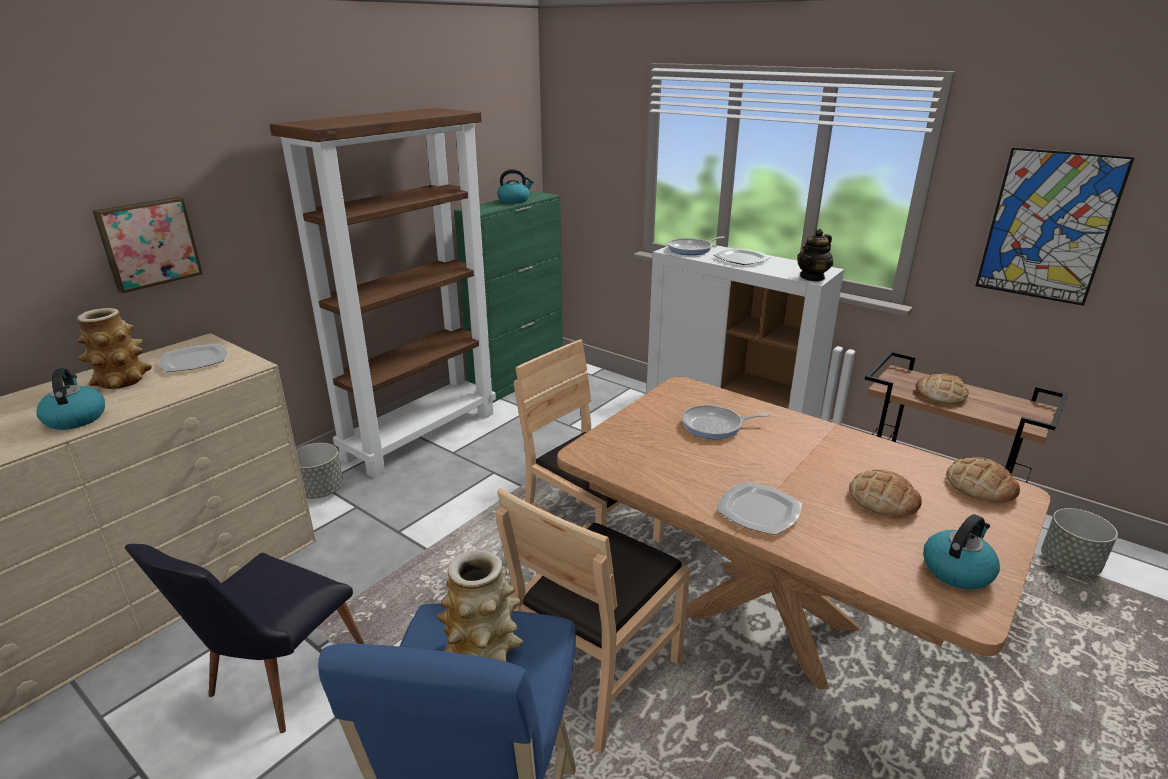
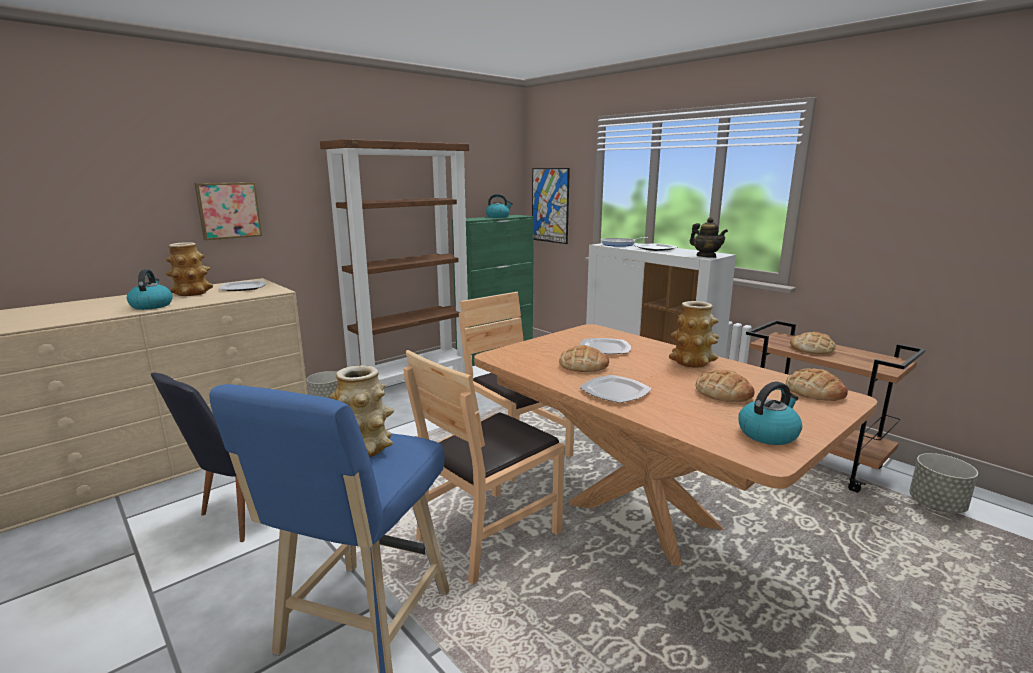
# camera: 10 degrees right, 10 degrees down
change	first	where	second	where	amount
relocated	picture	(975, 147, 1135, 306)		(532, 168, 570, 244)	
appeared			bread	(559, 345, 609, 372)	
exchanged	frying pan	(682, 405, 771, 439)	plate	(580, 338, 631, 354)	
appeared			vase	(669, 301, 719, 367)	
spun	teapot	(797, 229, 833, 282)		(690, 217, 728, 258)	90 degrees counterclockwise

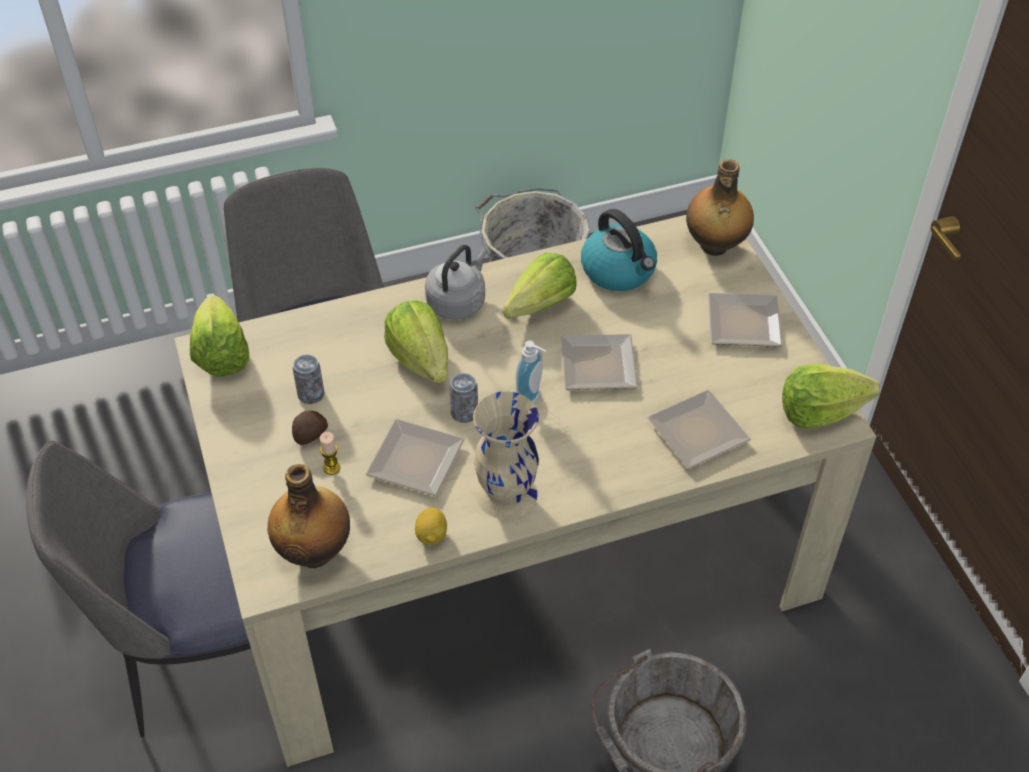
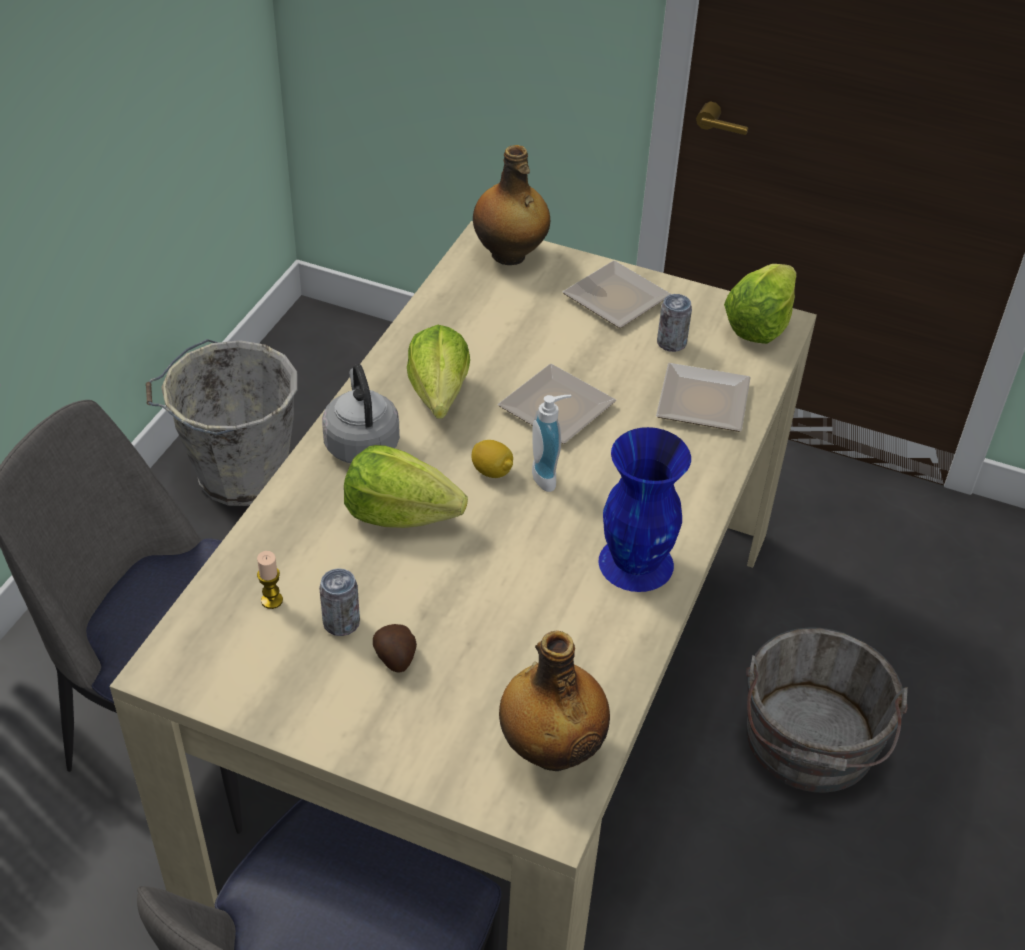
# camera: 50 degrees left, 5 degrees down
change	first	where	second	where	amount
relocated	candle	(320, 432, 340, 475)		(257, 551, 283, 609)	
relocated	lemon	(415, 507, 447, 545)		(471, 440, 513, 478)	
colour	beige vase	(473, 391, 539, 520)	blue vase	(599, 427, 691, 592)	
relocated	can	(449, 373, 478, 423)		(657, 294, 692, 352)	
missing	lettuce	(190, 295, 250, 376)			
missing	plate	(366, 419, 465, 496)			
missing	kettle	(581, 209, 657, 291)			

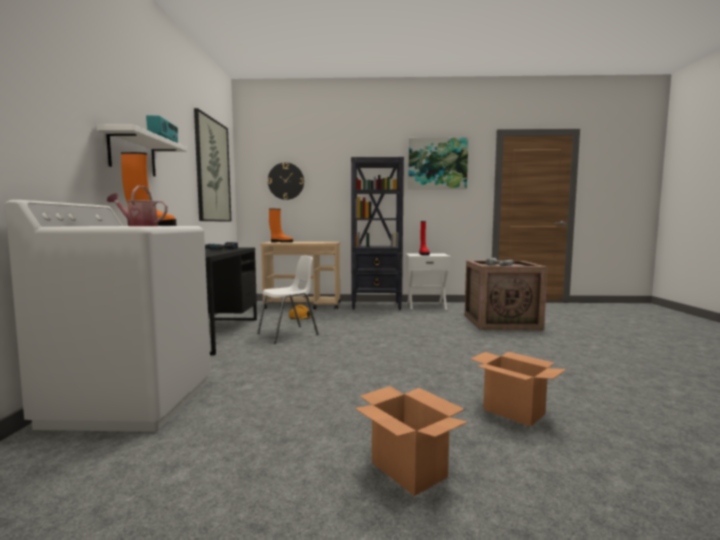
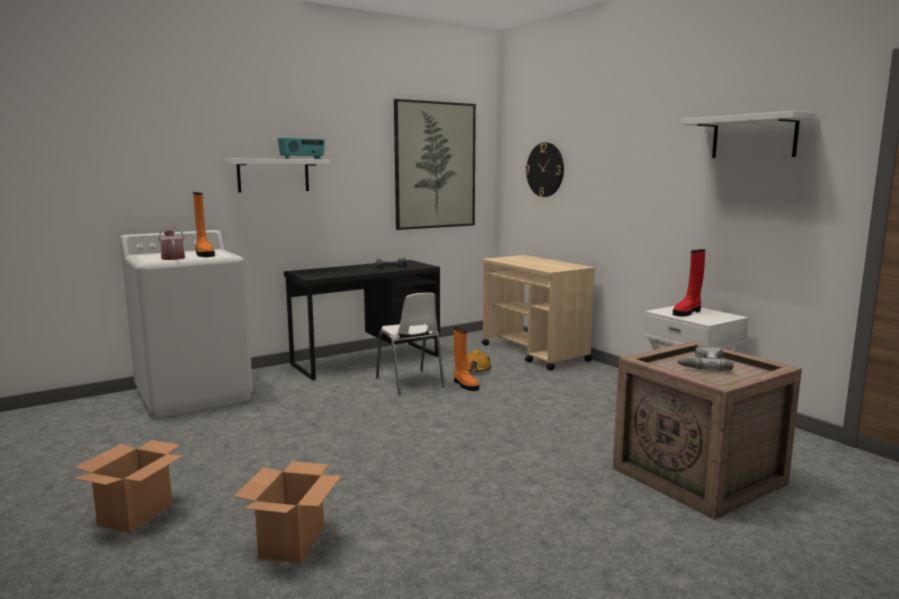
# camera: 55 degrees right, 5 degrees up
change	first	where	second	where	amount
spun	white chair	(257, 256, 319, 344)		(376, 293, 445, 395)	45 degrees clockwise
relocated	orange boot	(269, 209, 293, 243)		(454, 327, 479, 391)	
exchanged	picture	(408, 138, 468, 189)	white shelf	(681, 111, 816, 158)	
missing	black bookcase	(351, 157, 404, 310)			

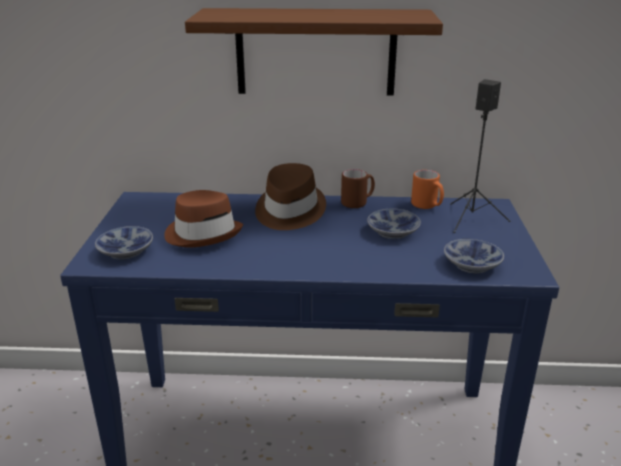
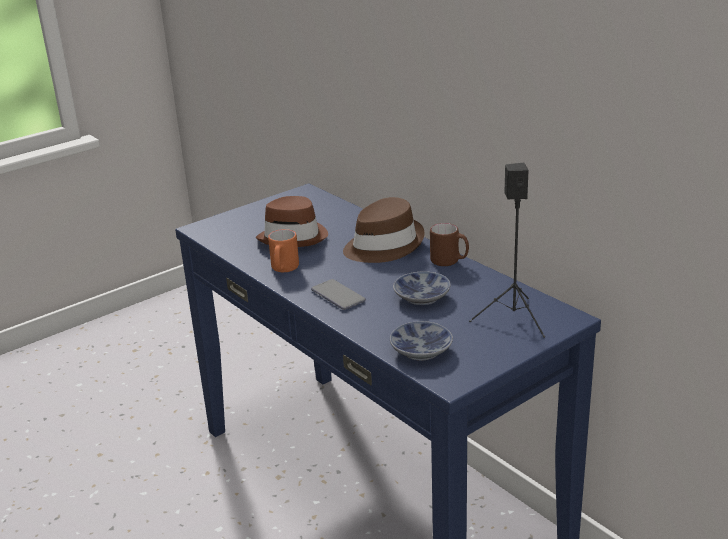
# camera: 50 degrees right, 0 degrees up
change	first	where	second	where	amount
relocated	orange mug	(411, 170, 444, 209)		(268, 229, 299, 272)	
appeared			phone	(311, 279, 366, 310)	
missing	bowl	(95, 226, 153, 260)			
missing	brown shelf	(185, 8, 443, 96)			

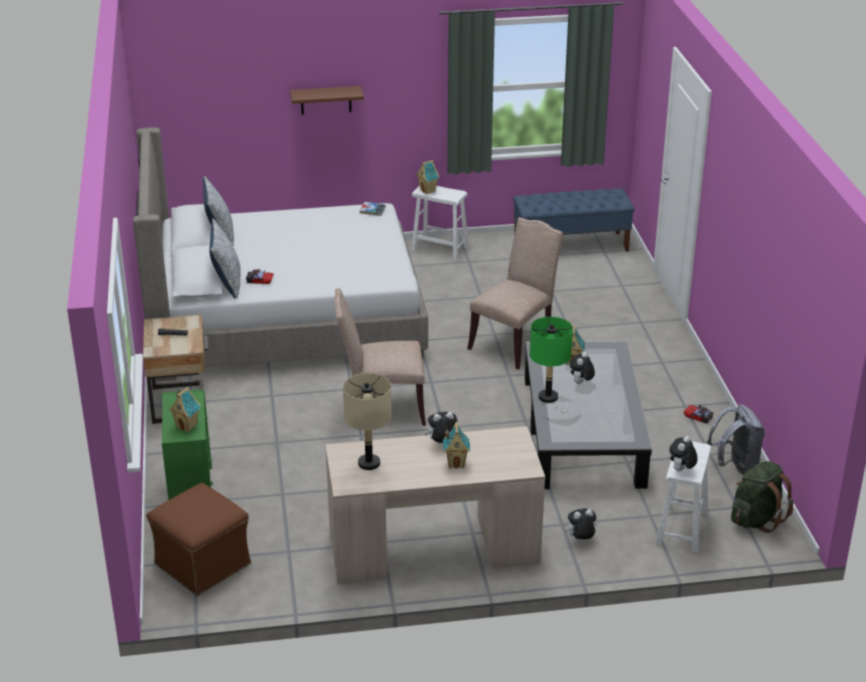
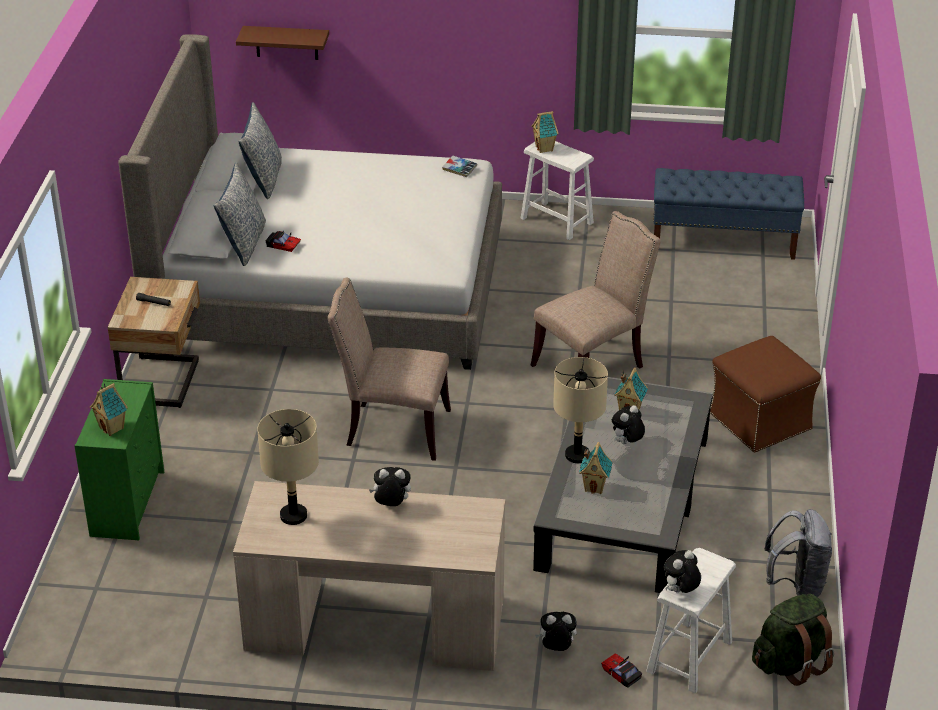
# camera: 15 degrees right, 5 degrees up
change	first	where	second	where	amount
relocated	brown shelf	(290, 86, 364, 115)		(236, 26, 329, 60)	
colour	green table lamp	(530, 317, 573, 403)	beige table lamp	(553, 357, 608, 463)	
relocated	toy house	(443, 422, 470, 469)		(579, 442, 612, 494)	
relocated	toy car	(684, 405, 714, 423)		(601, 653, 643, 688)	
relocated	brown ottoman	(146, 483, 251, 596)		(710, 336, 821, 453)	

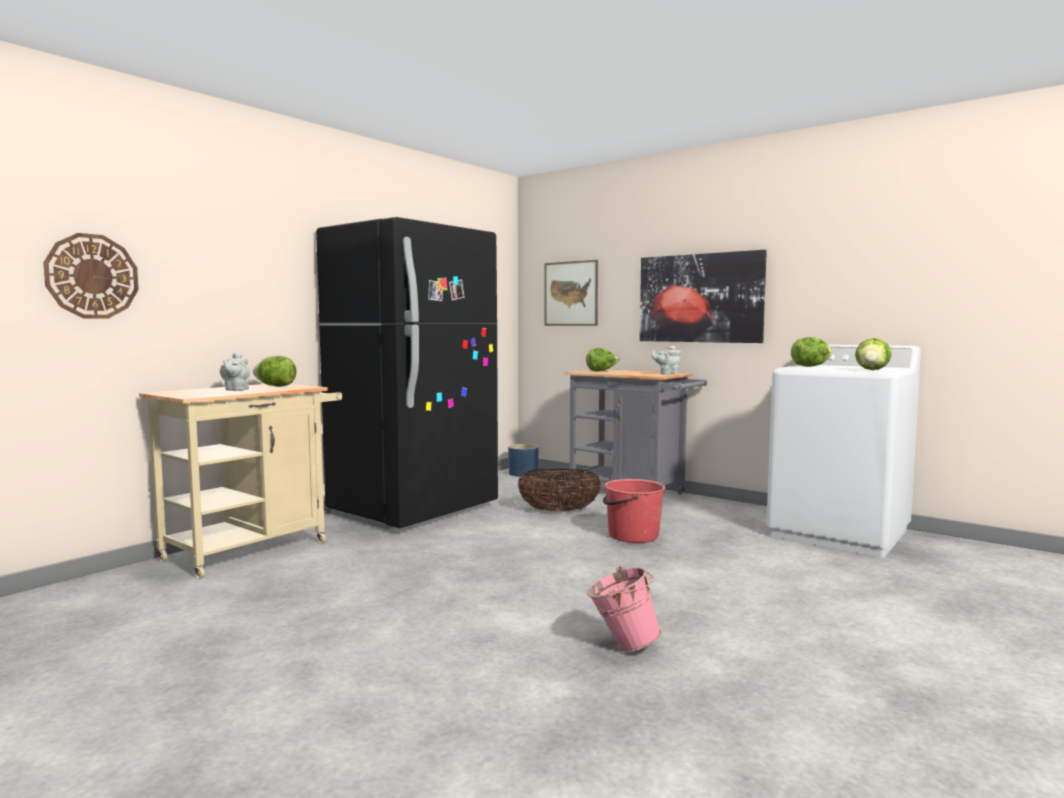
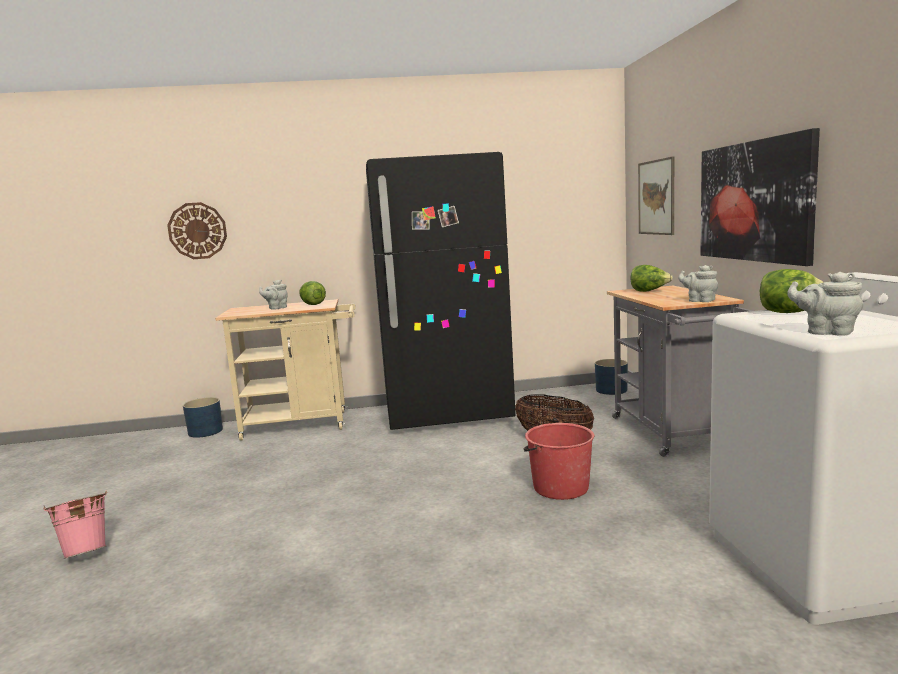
# camera: 45 degrees right, 5 degrees up
change	first	where	second	where	amount
relocated	pink bucket	(587, 566, 661, 652)		(43, 491, 107, 559)	
appeared			blue planter	(183, 397, 223, 438)	
exchanged	lettuce	(855, 338, 891, 370)	grey teapot	(787, 272, 863, 336)	

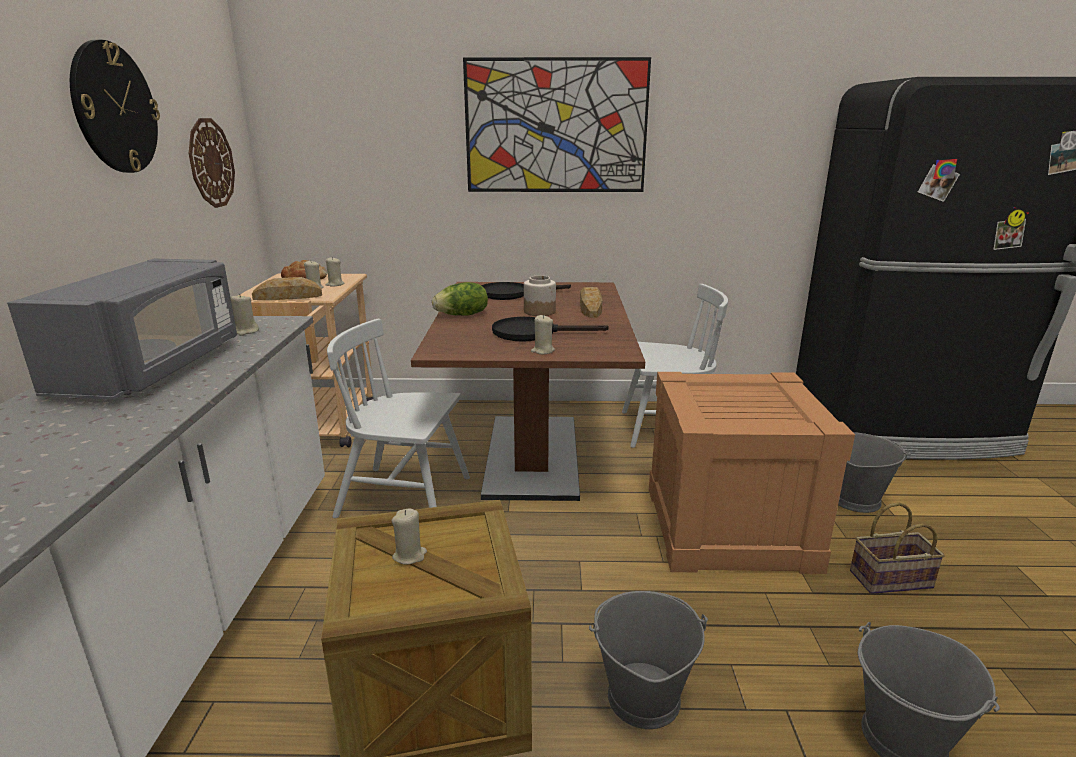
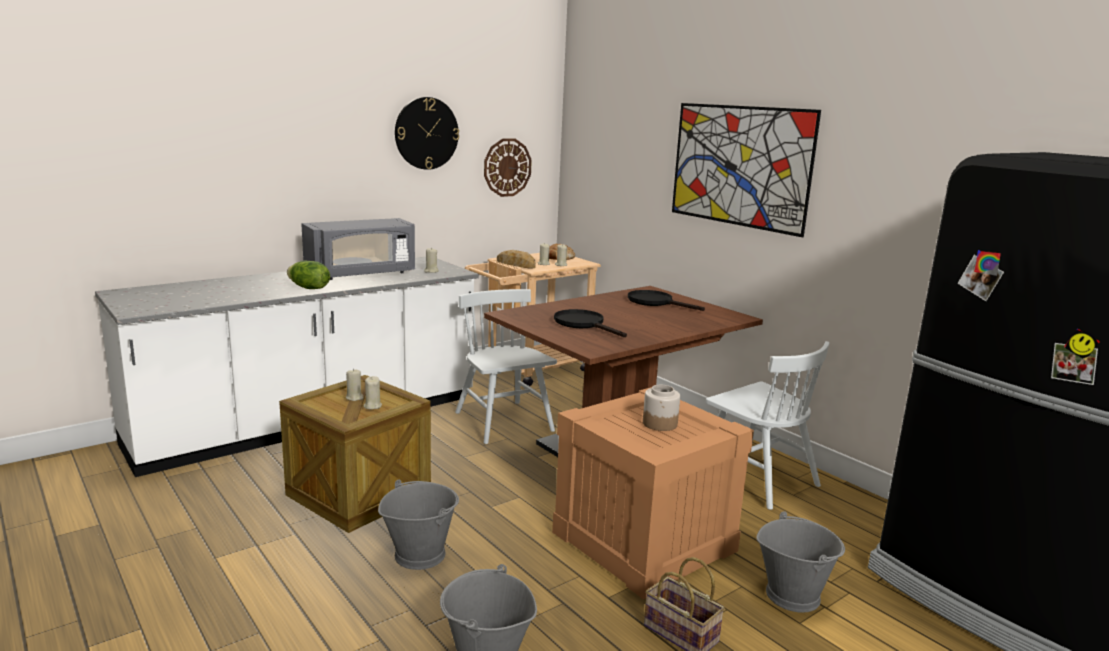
# camera: 50 degrees right, 5 degrees down
change	first	where	second	where	amount
relocated	lettuce	(432, 282, 488, 316)		(287, 261, 330, 289)	
relocated	beige candle	(531, 315, 555, 354)		(363, 376, 382, 410)	
relocated	jar	(524, 276, 556, 316)		(643, 385, 680, 431)	
missing	bread	(580, 287, 602, 318)			

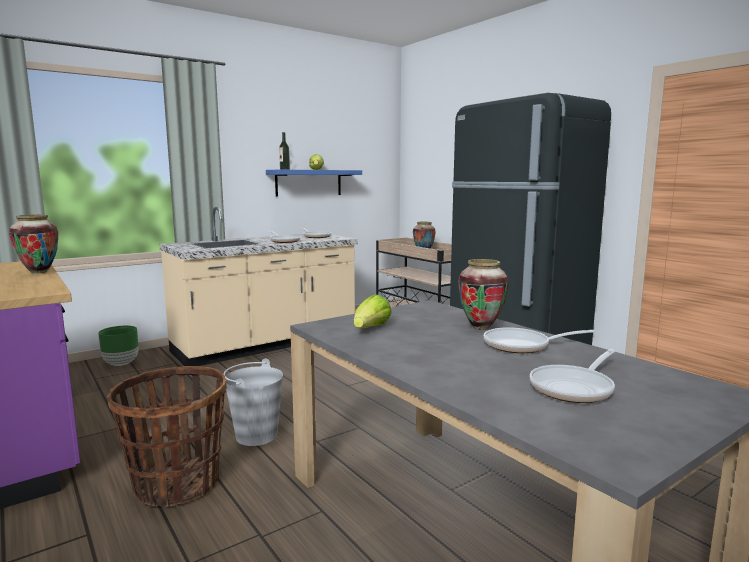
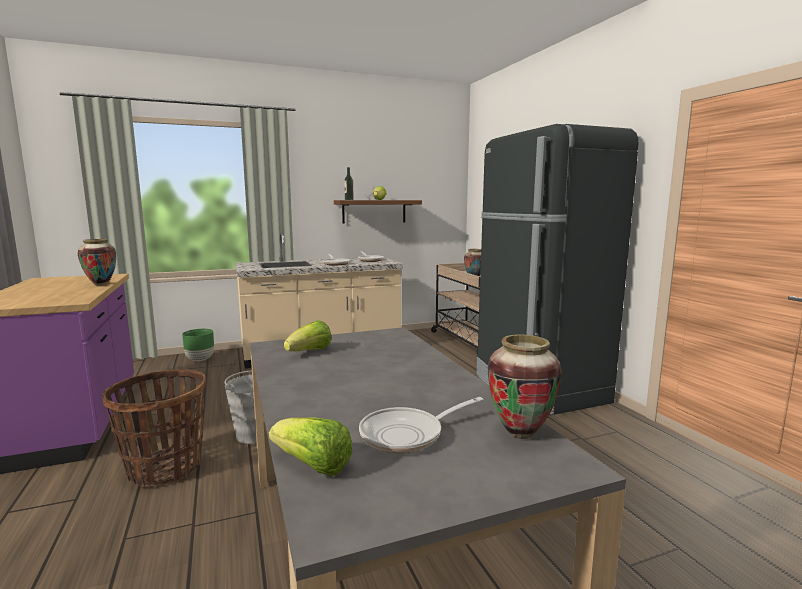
# camera: 15 degrees right, 0 degrees up
change	first	where	second	where	amount
appeared			lettuce	(269, 417, 352, 476)	
colour	blue shelf	(266, 170, 362, 196)	brown shelf	(334, 200, 422, 223)	
relocated	vase	(458, 259, 509, 330)		(488, 334, 562, 439)	
missing	frying pan	(484, 327, 595, 353)			

